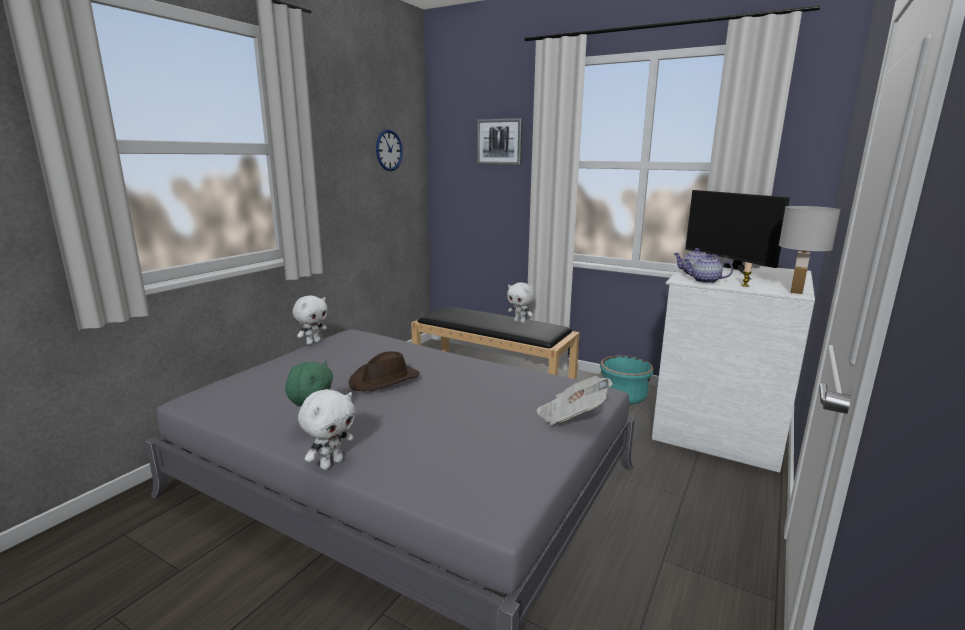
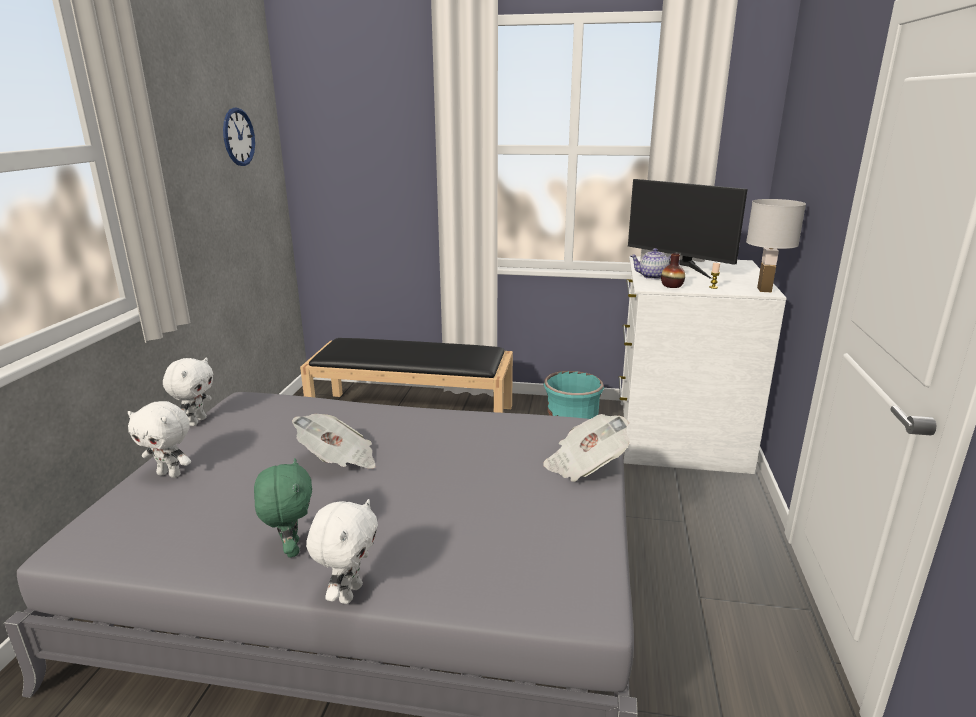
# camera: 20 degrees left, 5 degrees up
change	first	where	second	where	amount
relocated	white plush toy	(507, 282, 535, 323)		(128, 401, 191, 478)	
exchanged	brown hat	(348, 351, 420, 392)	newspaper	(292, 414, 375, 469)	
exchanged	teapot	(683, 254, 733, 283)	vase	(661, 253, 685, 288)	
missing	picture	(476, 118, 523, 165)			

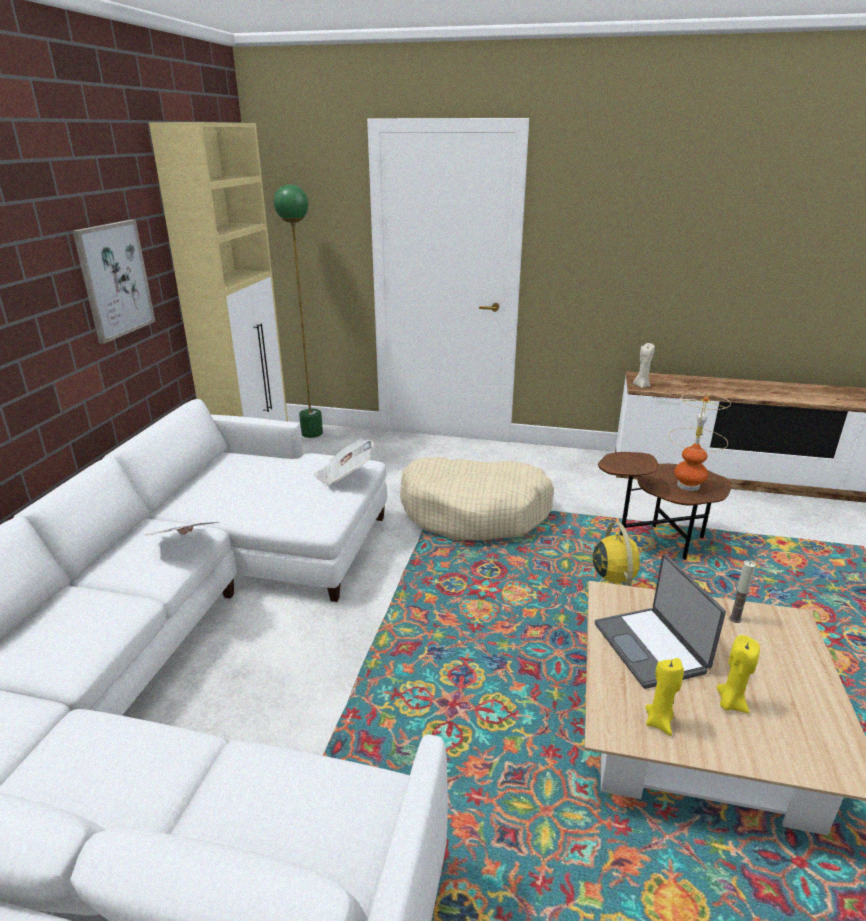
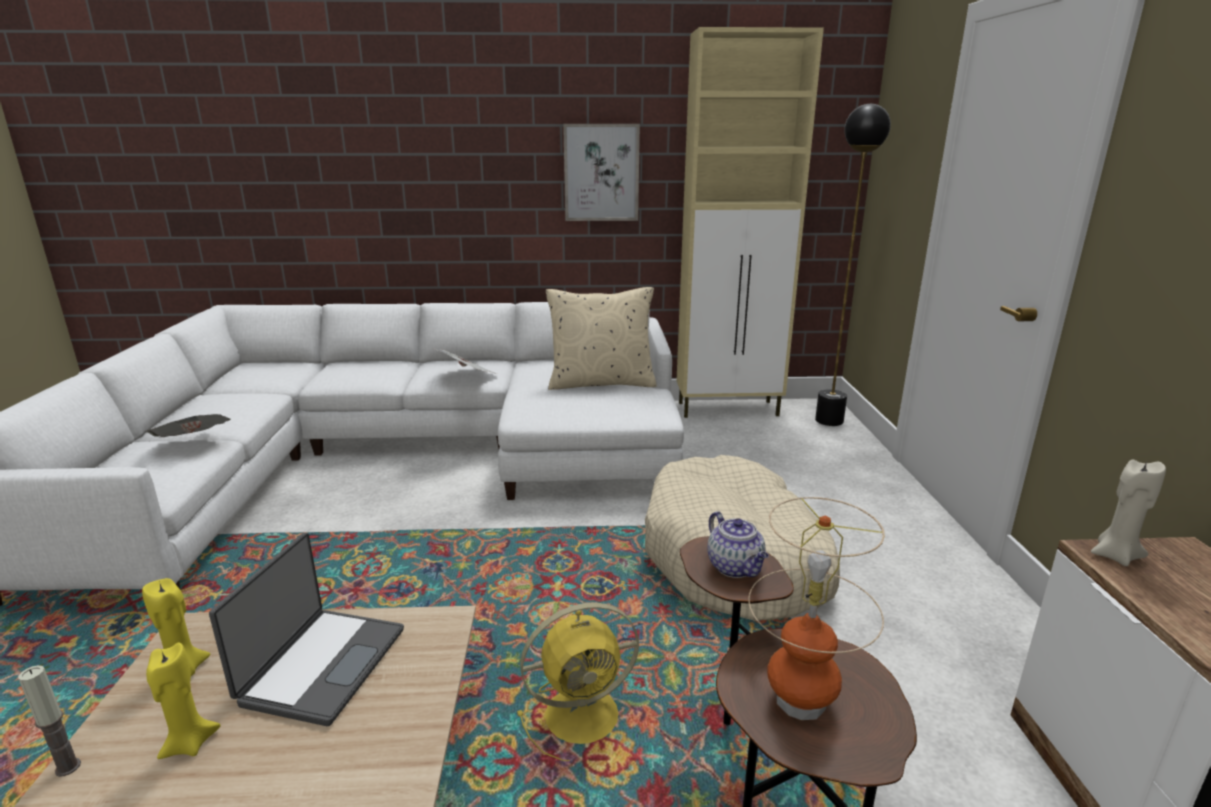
# camera: 75 degrees right, 5 degrees down
change	first	where	second	where	amount
relocated	candle	(729, 560, 756, 623)		(18, 665, 81, 777)	
relocated	newspaper	(314, 439, 375, 486)		(145, 414, 231, 437)	
spun	laptop	(594, 554, 726, 689)		(209, 533, 404, 726)	135 degrees clockwise
appeared			beige pillow	(546, 287, 657, 390)	
appeared			teapot	(707, 511, 769, 578)	
colour	green floor lamp	(274, 184, 323, 438)	black floor lamp	(815, 104, 891, 426)	

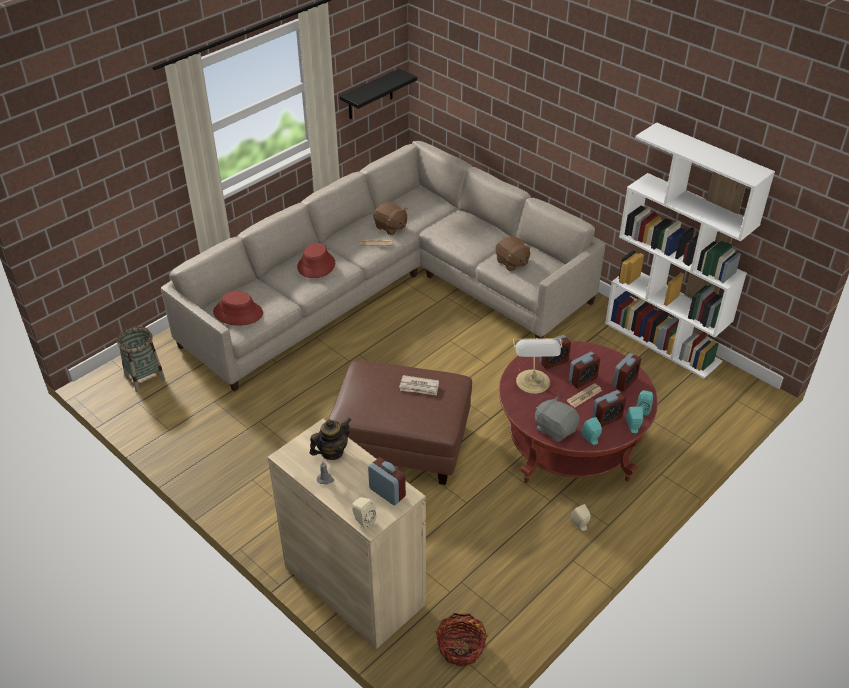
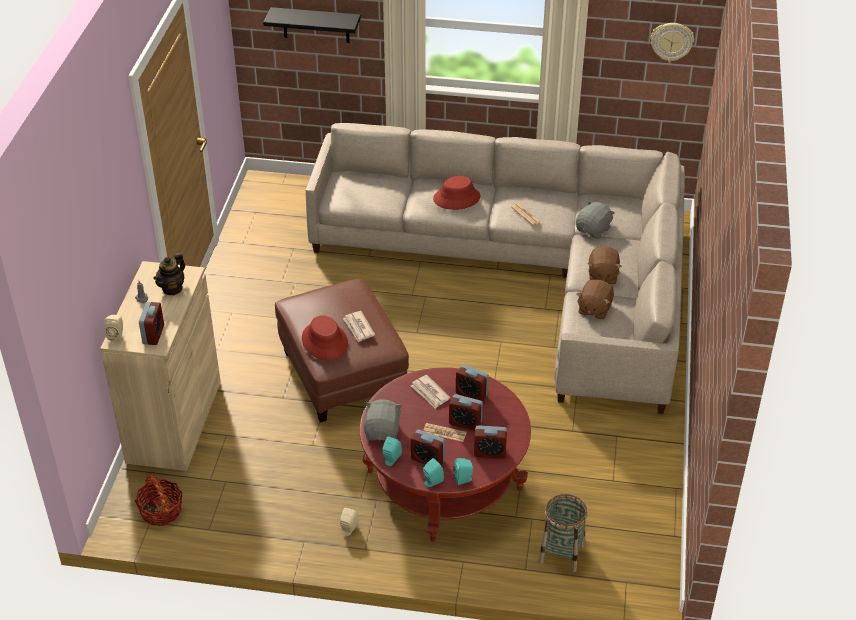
# camera: 55 degrees right, 0 degrees up
change	first	where	second	where	amount
spun	teapot	(310, 418, 351, 460)		(153, 253, 185, 295)	105 degrees clockwise
relocated	black shelf	(340, 69, 417, 119)		(263, 7, 361, 43)	
relocated	red hat	(213, 291, 263, 326)		(302, 315, 348, 360)	
exchanged	table lamp	(513, 338, 563, 394)	newspaper	(411, 375, 450, 409)	
relocated	basket	(117, 326, 165, 392)		(539, 494, 588, 572)	
appeared			grey plush toy	(576, 200, 615, 239)	
relocated	brown plush toy	(373, 202, 408, 235)		(588, 247, 622, 285)	
appeared			wall clock	(651, 23, 694, 62)	
missing	white bookcase	(605, 122, 775, 379)			

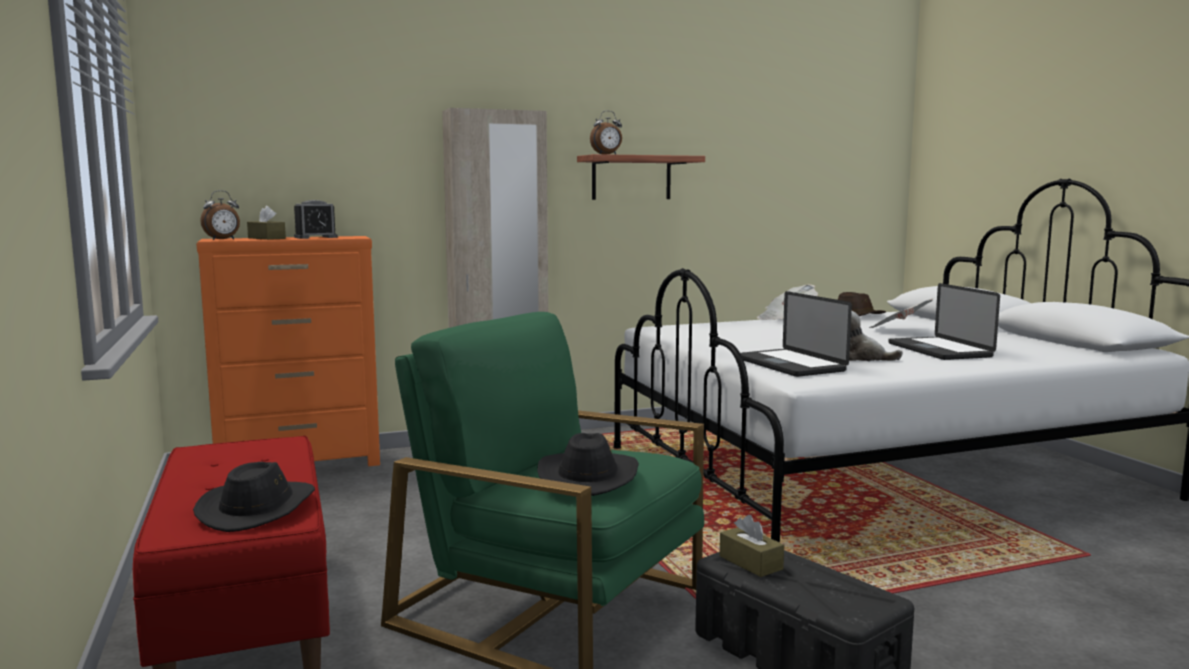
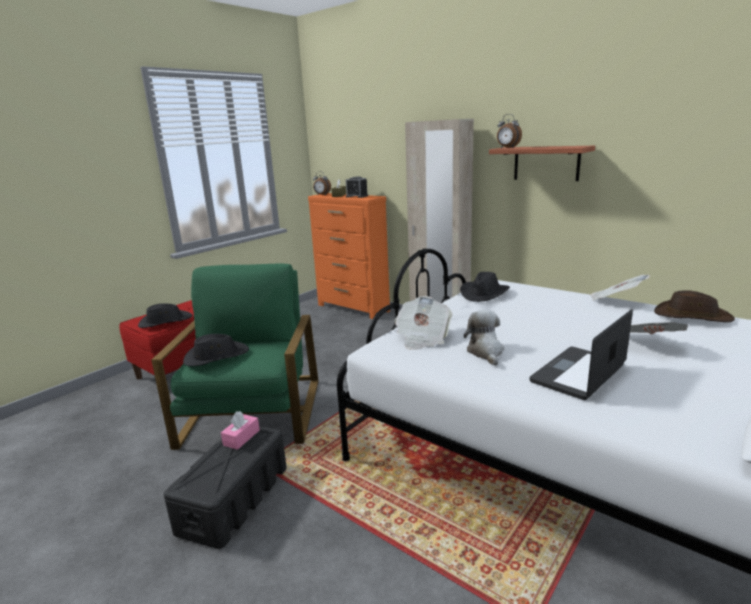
# camera: 60 degrees right, 10 degrees up
change	first	where	second	where	amount
colour	brown tissue box	(720, 515, 784, 577)	pink tissue box	(221, 411, 260, 450)	
exchanged	laptop	(740, 291, 852, 377)	newspaper	(395, 296, 452, 350)	
appeared			black hat	(460, 272, 510, 302)	

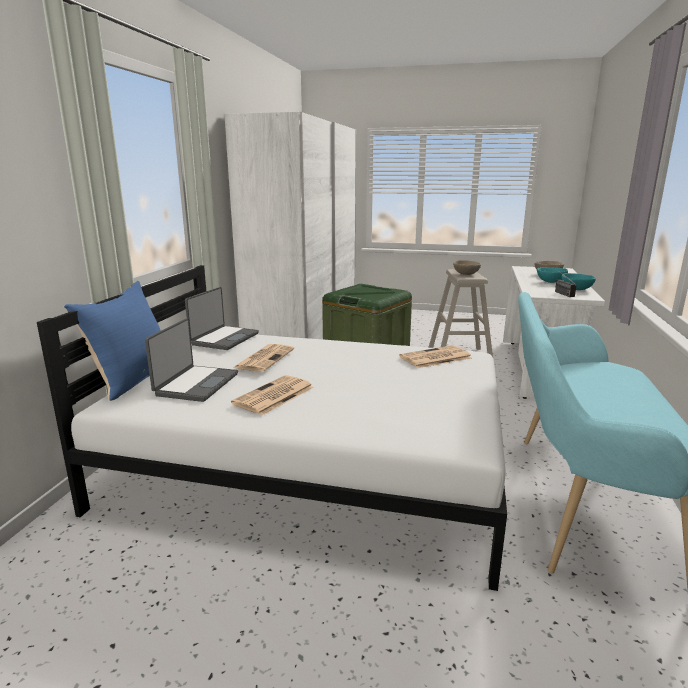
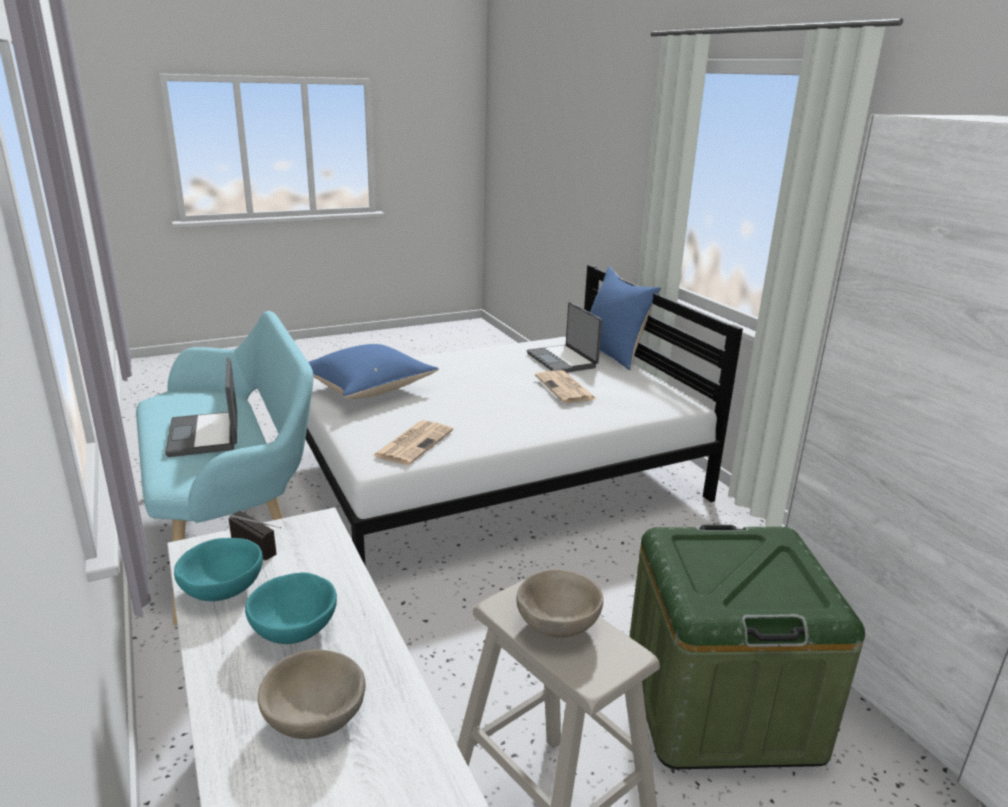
# camera: 140 degrees right, 5 degrees up
change	first	where	second	where	amount
relocated	laptop	(185, 287, 259, 350)		(165, 358, 237, 457)	
appeared			blue pillow	(308, 344, 439, 399)	
missing	newspaper	(231, 375, 314, 415)			

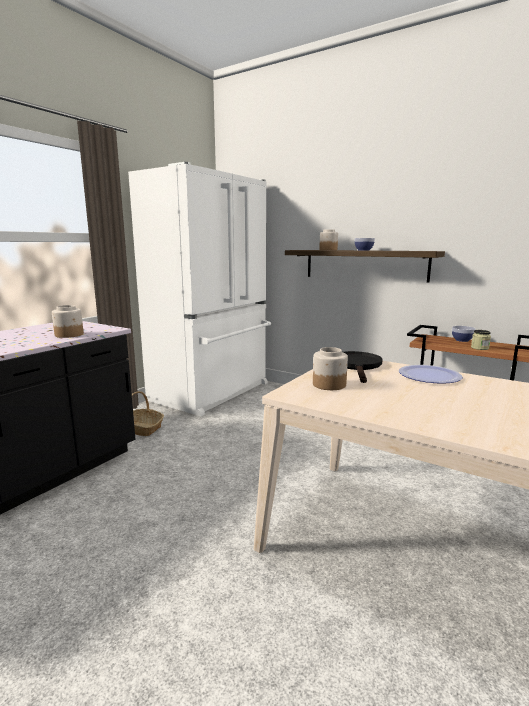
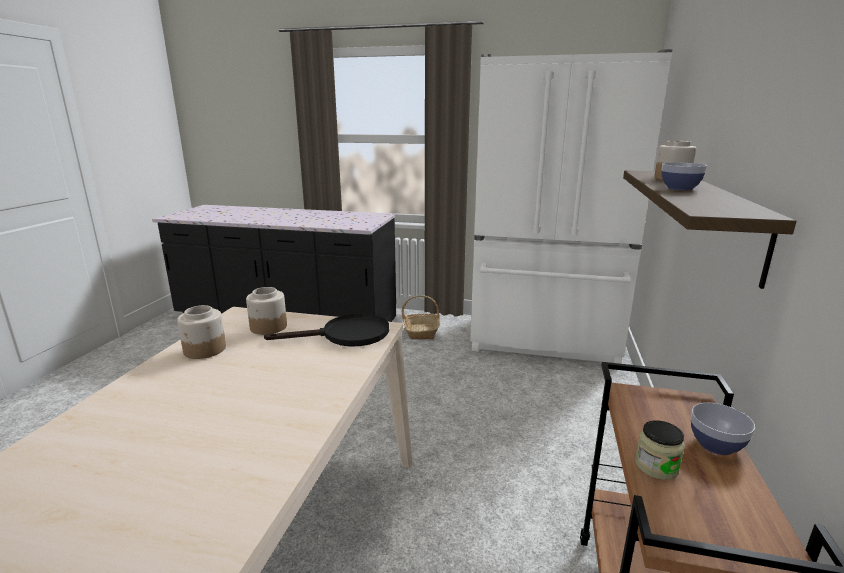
# camera: 70 degrees right, 5 degrees up
change	first	where	second	where	amount
relocated	jar	(52, 305, 84, 338)		(177, 305, 226, 359)	
missing	plate	(399, 365, 463, 384)			

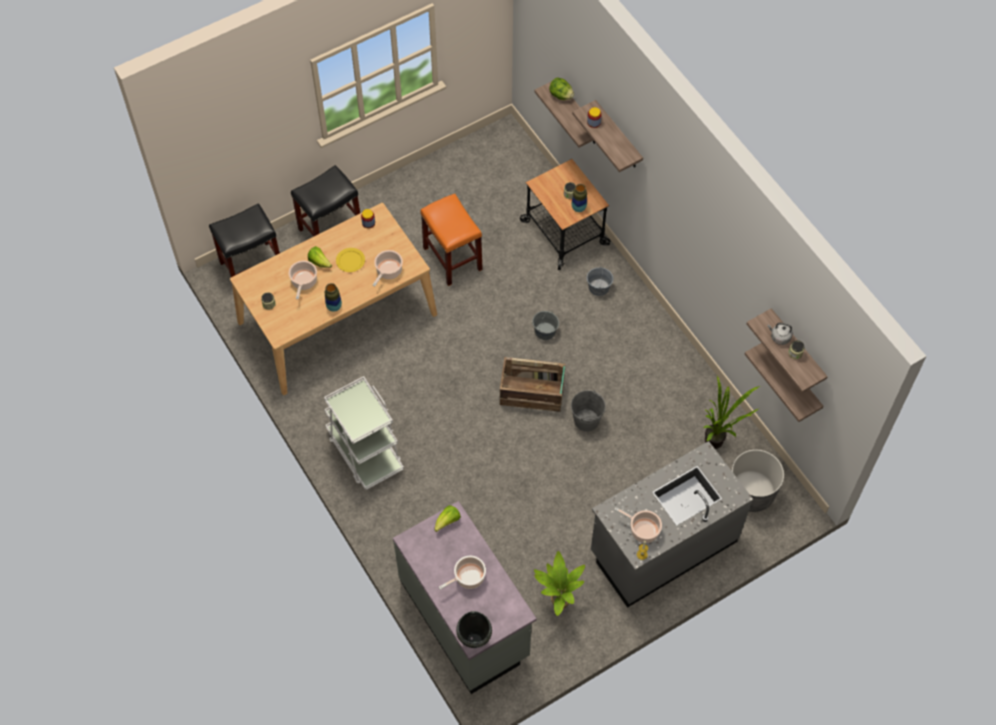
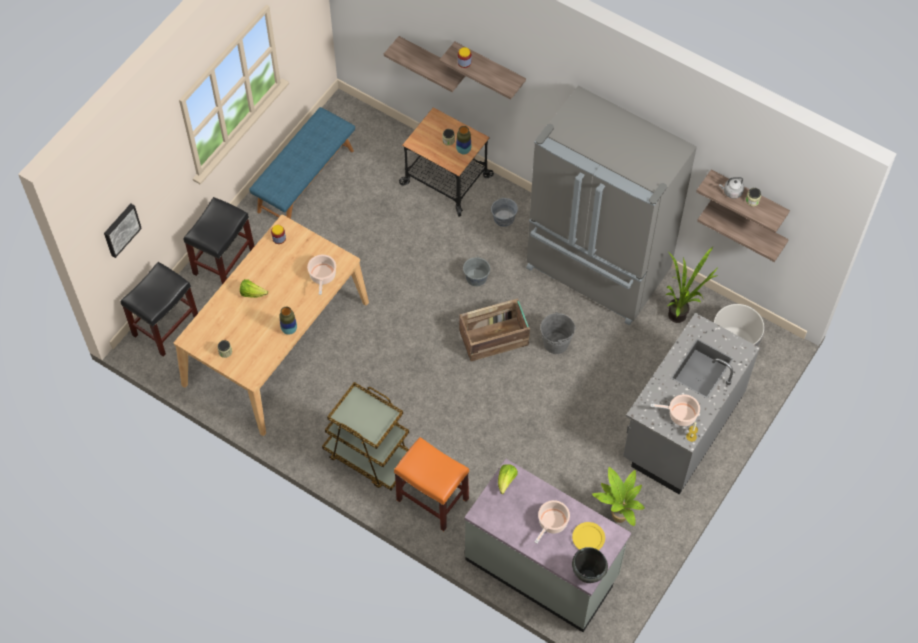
# camera: 25 degrees left, 0 degrees up
change	first	where	second	where	amount
appeared			picture	(104, 204, 142, 258)	
appeared			blue bench	(249, 107, 355, 219)	
colour	white cart	(324, 376, 404, 490)	brown cart	(322, 382, 409, 490)	
relocated	orange stool	(420, 193, 483, 286)		(394, 437, 469, 531)	
appeared			grey fridge	(526, 86, 697, 326)	
relocated	yellow plate	(336, 248, 365, 272)		(572, 522, 605, 550)	
missing	cooking pot	(289, 260, 317, 299)			
missing	lettuce	(549, 77, 574, 100)			

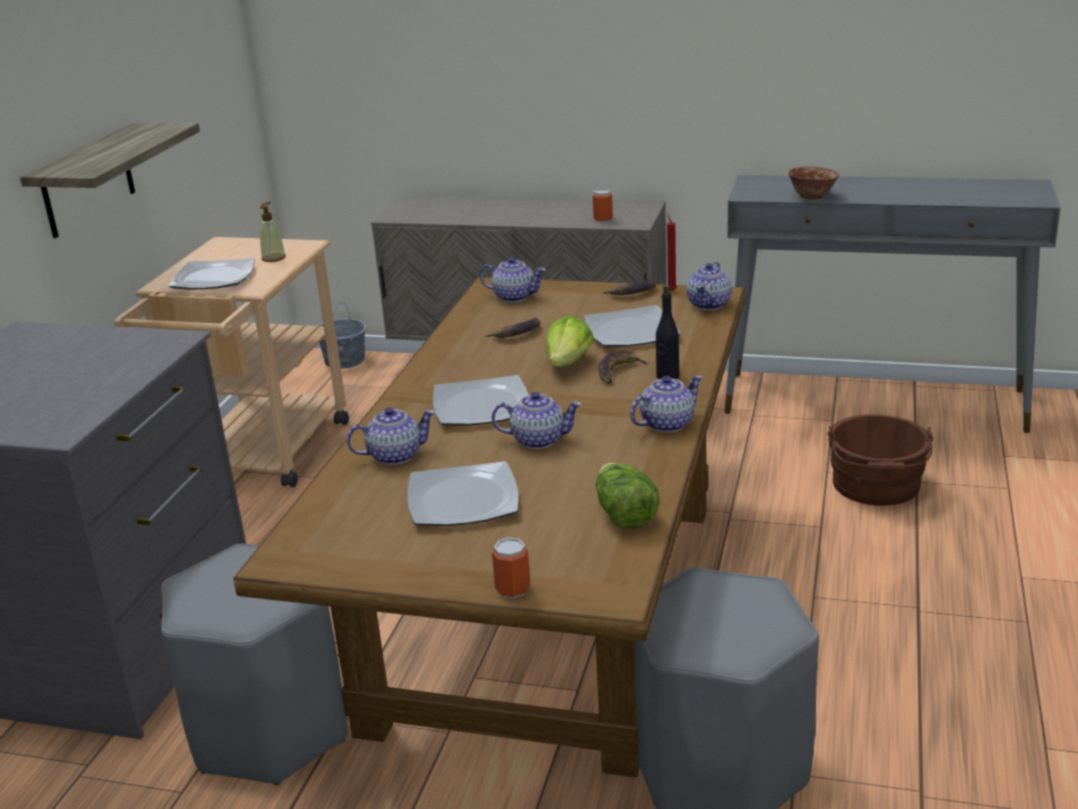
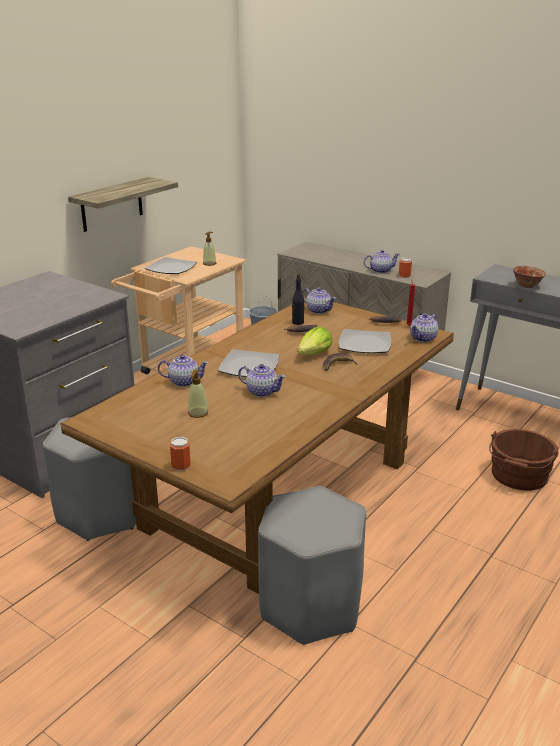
# camera: 20 degrees right, 0 degrees up
change	first	where	second	where	amount
exchanged	plate	(407, 461, 519, 526)	soap dispenser	(188, 370, 208, 418)	
relocated	black bottle	(656, 284, 679, 379)		(292, 274, 304, 325)	
relocated	teapot	(630, 375, 703, 432)		(364, 250, 400, 273)	
missing	lettuce	(596, 463, 660, 529)			

